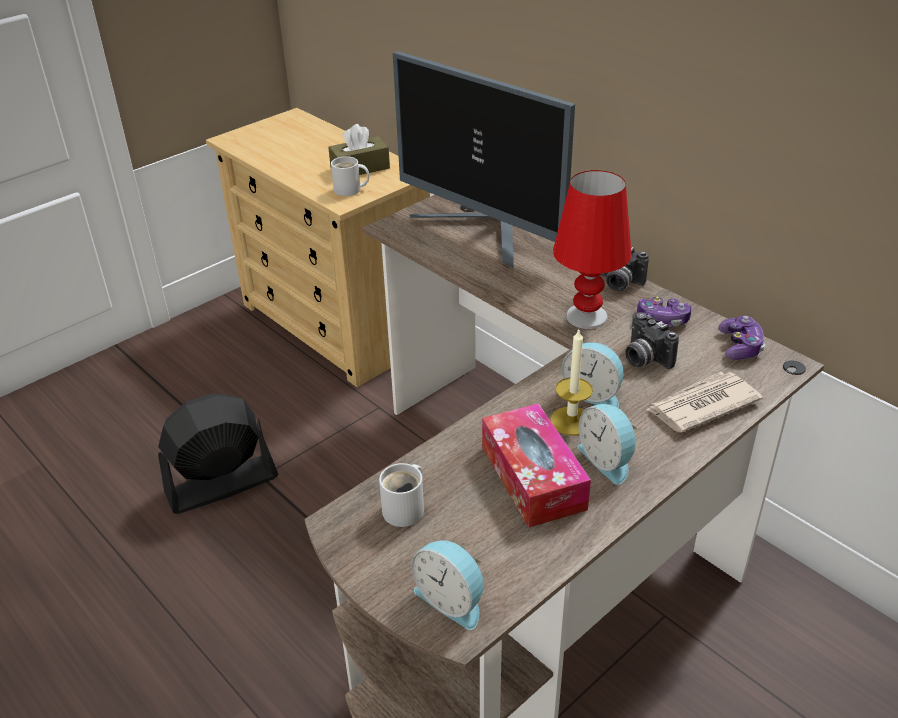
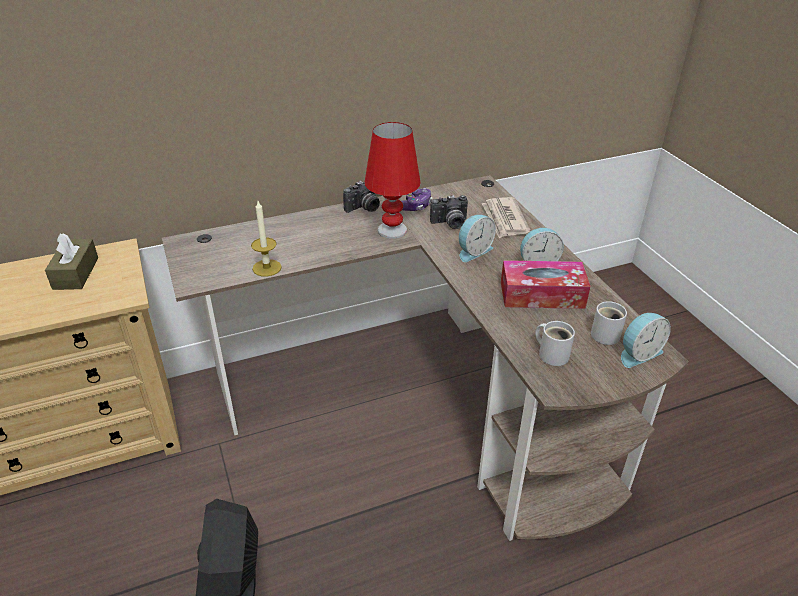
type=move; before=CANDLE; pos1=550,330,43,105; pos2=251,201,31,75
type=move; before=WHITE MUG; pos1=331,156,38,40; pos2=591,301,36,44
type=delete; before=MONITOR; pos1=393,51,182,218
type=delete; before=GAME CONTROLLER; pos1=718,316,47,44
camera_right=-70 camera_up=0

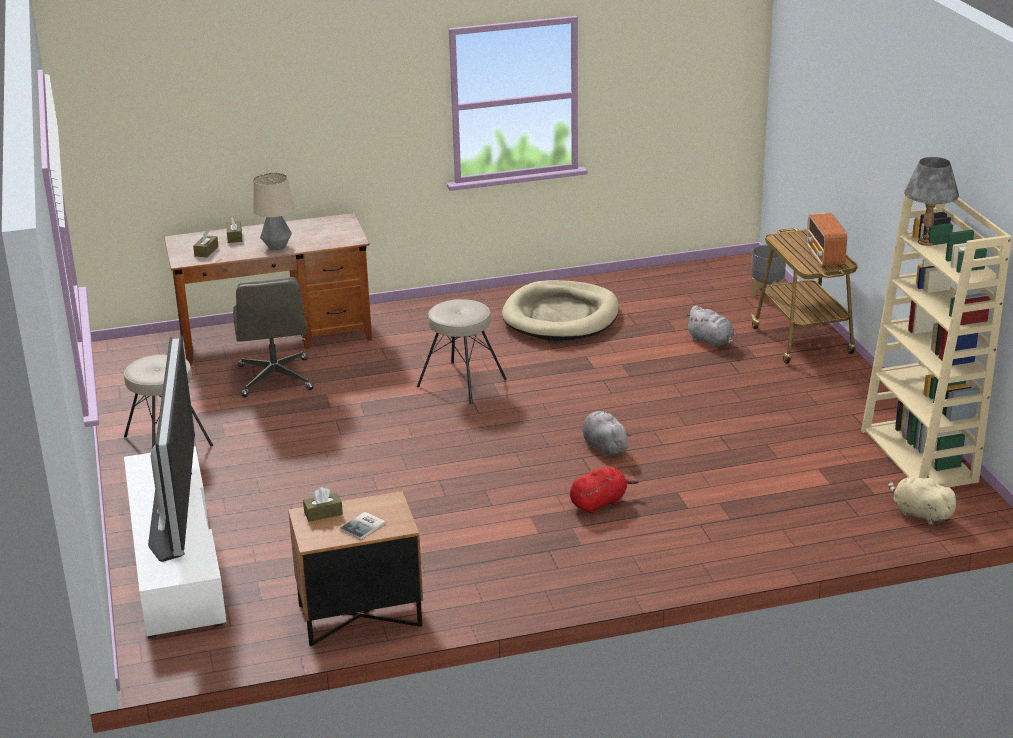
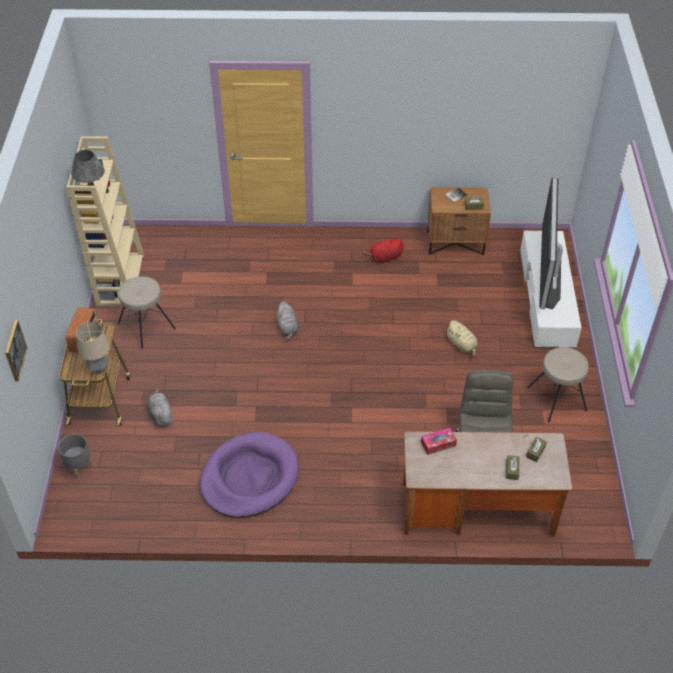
type=insert; after=PICTURE; pos2=5,320,23,61
type=move; before=TABLE LAMP; pos1=253,172,41,78; pos2=76,322,34,52
type=move; before=BEIGE STOOL; pos1=417,299,90,105; pos2=118,276,58,72
type=recolor; before=BEIGE DOG BED; after=PURPLE DOG BED; pos1=502,280,117,61; pos2=200,432,99,86
type=move; before=RED PLUSH TOY; pos1=570,466,69,48; pos2=362,239,42,25
type=insert; after=TISSUE BOX; pos2=421,428,36,27
type=move; before=BEIGE PLUSH TOY; pos1=888,476,71,49; pos2=446,320,32,37
camera_right=-165 camera_up=20

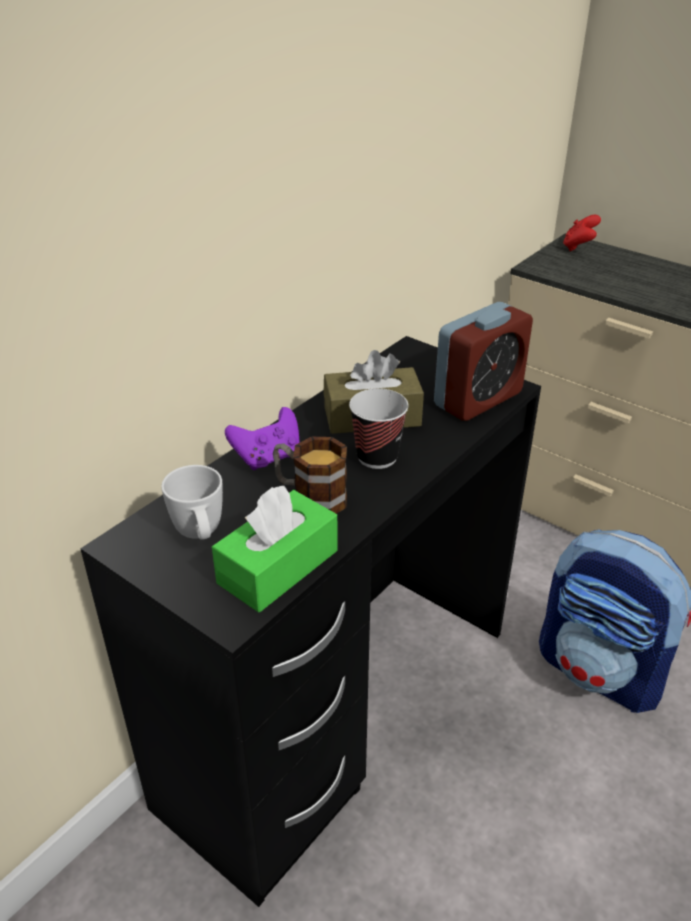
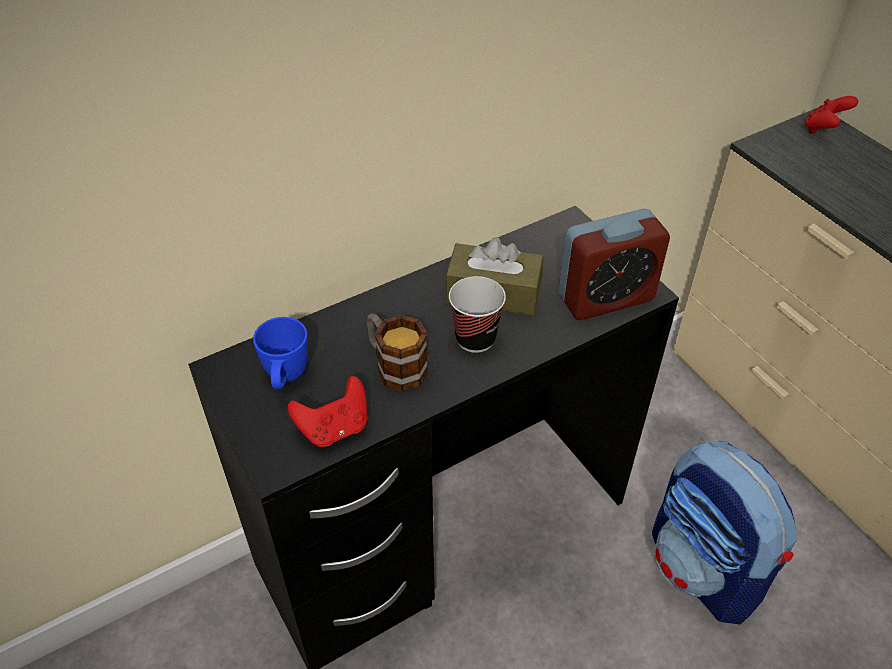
type=recolor; before=WHITE MUG; after=BLUE MUG; pos1=161,465,62,75; pos2=253,317,55,72
type=replace; before=GREEN TISSUE BOX; after=RED GAME CONTROLLER; pos1=212,486,126,126; pos2=287,376,80,71
type=delete; before=PURPLE GAME CONTROLLER; pos1=225,407,75,63
camera_right=20 camera_up=10

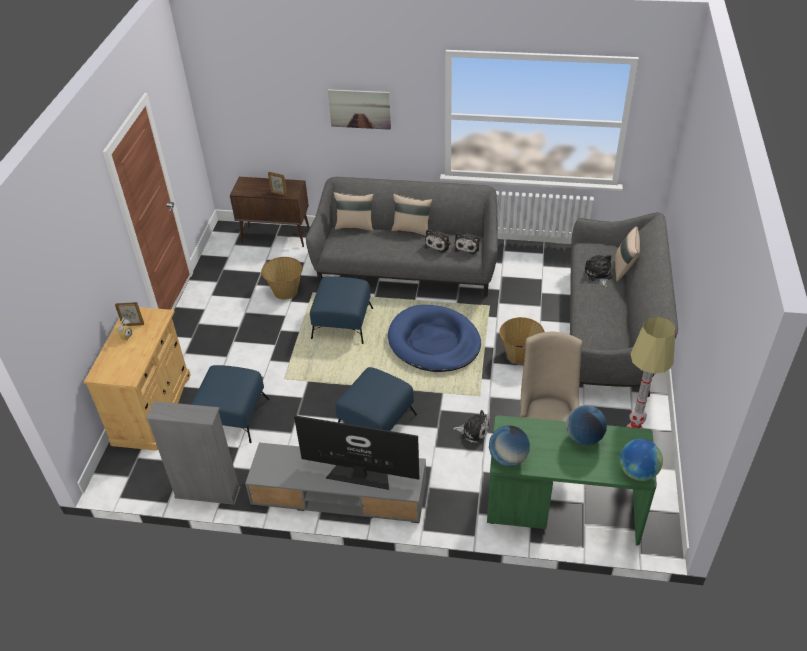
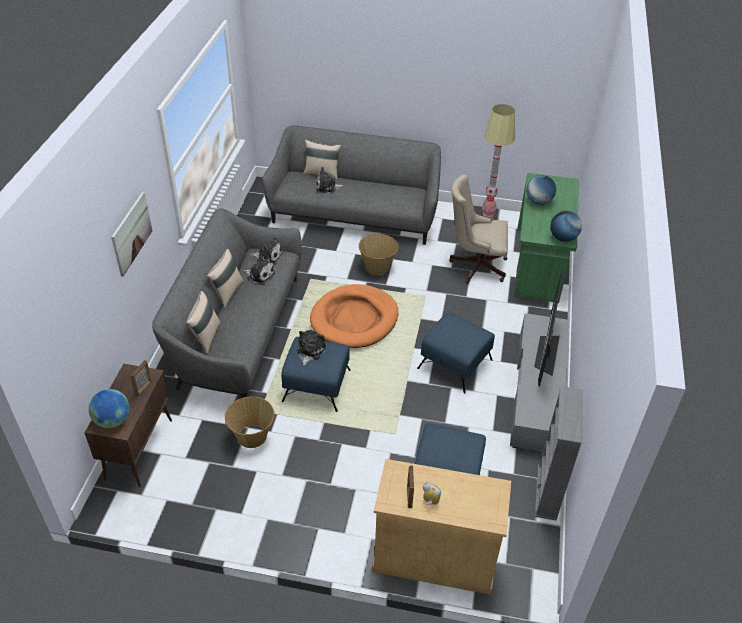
type=move; before=GLOBE; pos1=620,439,43,42; pos2=89,389,40,39
type=move; before=PLUSH TOY; pos1=453,410,37,33; pos2=296,330,30,35
type=recolor; before=BLUE DOG BED; after=ORANGE DOG BED; pos1=388,305,93,67; pos2=310,284,88,64
camera_right=-90 camera_up=0

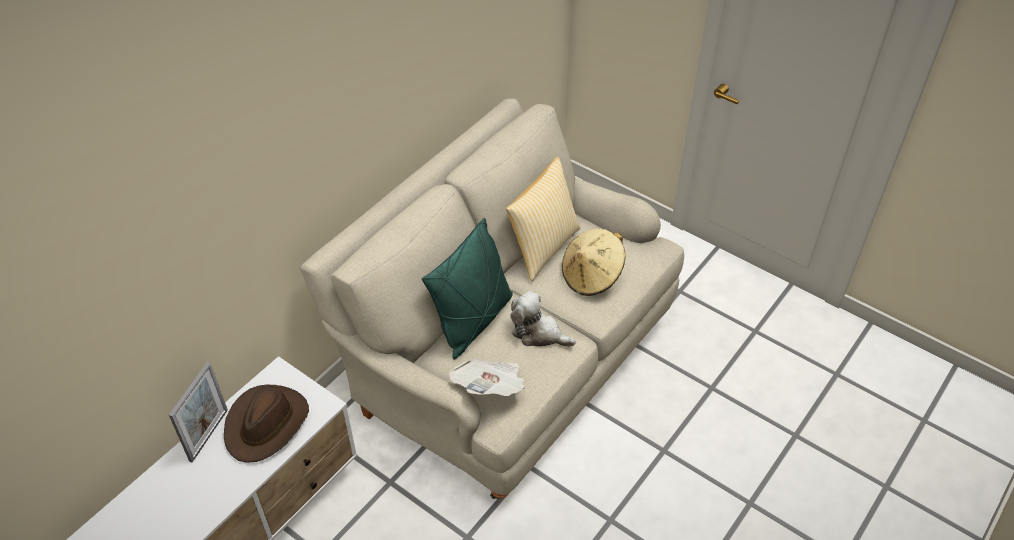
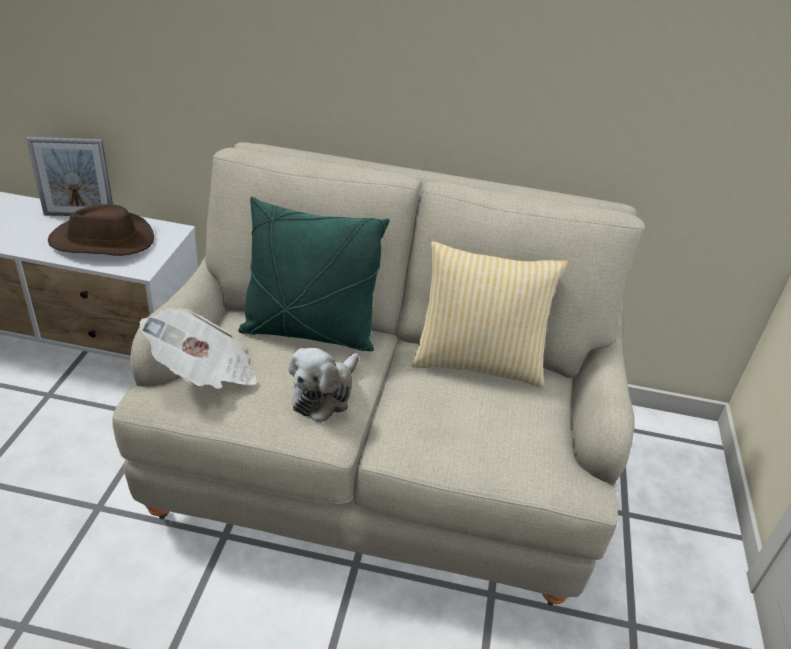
type=rotate; before=PLUSH TOY; pos1=510,291,66,56; pos2=289,348,70,75; turn=-150
type=delete; before=BEIGE HAT; pos1=562,229,64,67
camera_right=60 camera_up=-10

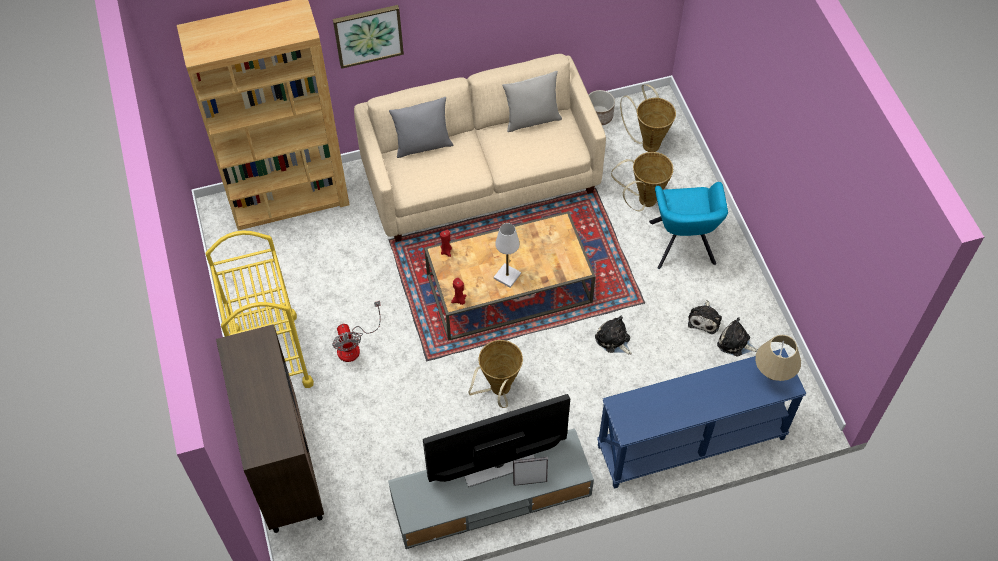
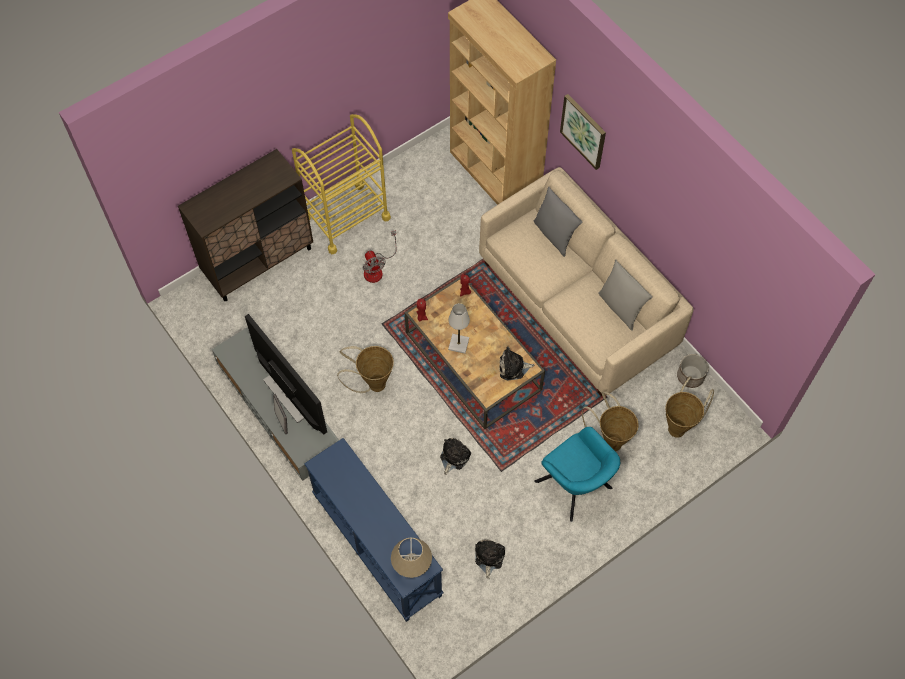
type=rotate; before=FAN; pos1=332,301,49,61; pos2=363,230,33,53; turn=-75
type=move; before=PLUSH TOY; pos1=688,300,34,34; pos2=499,347,35,33
type=rotate; before=TURQUOISE ARMCHAIR; pos1=649,182,79,87; pos2=534,427,86,95; turn=-105
camera_right=70 camera_up=5

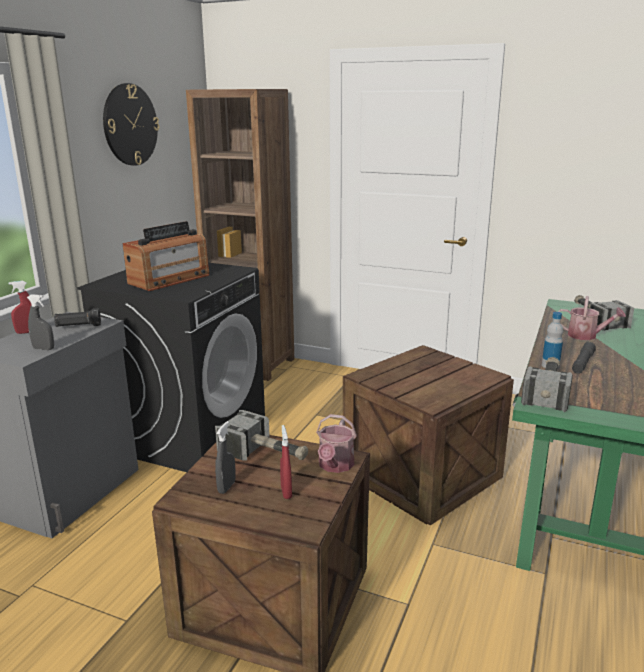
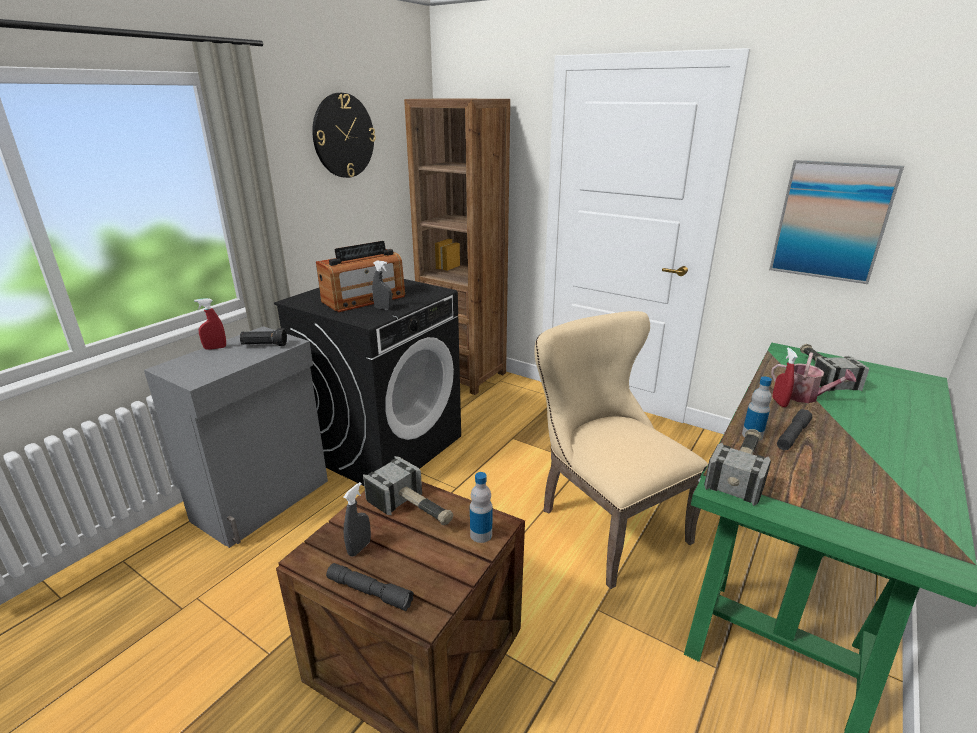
type=insert; after=GREY FLASHLIGHT; pos2=326,563,88,48
type=move; before=GREY SPRAY BOTTLE; pos1=27,294,27,56; pos2=372,261,20,49
type=replace; before=WATERING CAN; after=BOTTLE; pos1=316,414,41,59; pos2=470,472,22,71
type=replace; before=CRATE; after=BEIGE CHAIR; pos1=343,345,171,181; pos2=535,311,173,278
type=insert; after=PICTURE; pos2=769,160,135,124
type=move; before=RED SPRAY BOTTLE; pos1=280,425,12,74; pos2=773,347,25,60
camera_right=10 camera_up=5

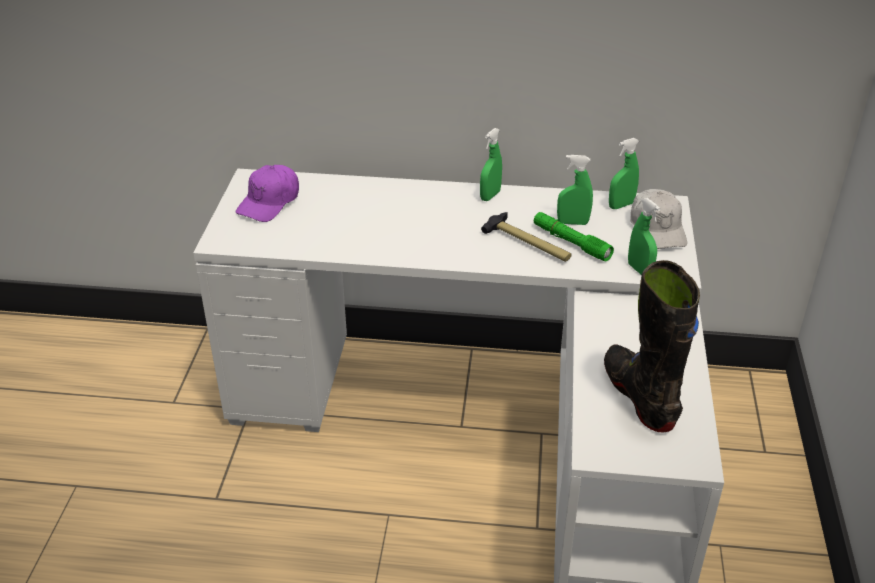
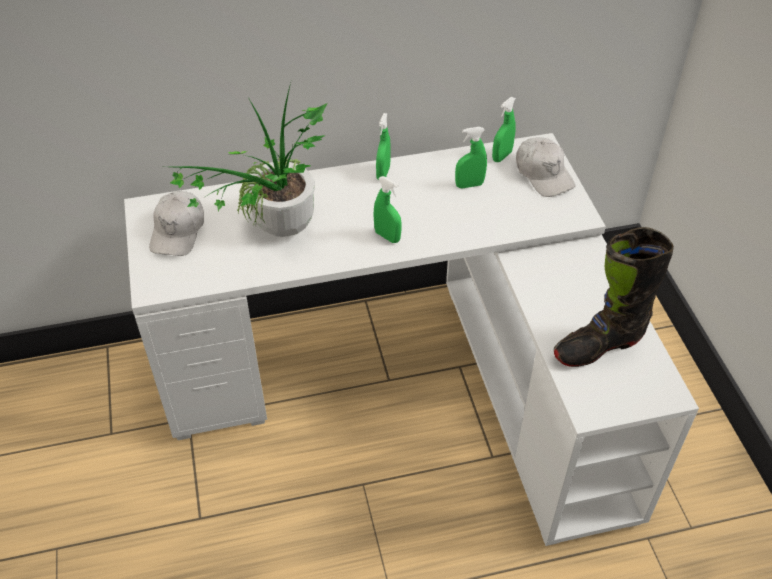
type=recolor; before=PURPLE CAP; after=WHITE CAP; pos1=236,165,63,57; pos2=149,191,55,65
type=insert; after=POTTED PLANT; pos2=170,79,158,158
type=move; before=GREEN SPRAY BOTTLE; pos1=628,198,33,77; pos2=374,176,28,67
type=rotate; before=BLACK BOOT; pos1=604,260,96,172; pos2=554,227,120,140; turn=-75
type=delete; before=HAMMER; pos1=481,212,91,50
type=delete; before=GREEN FLASHLIGHT; pos1=534,212,80,49
camera_right=-20 camera_up=10

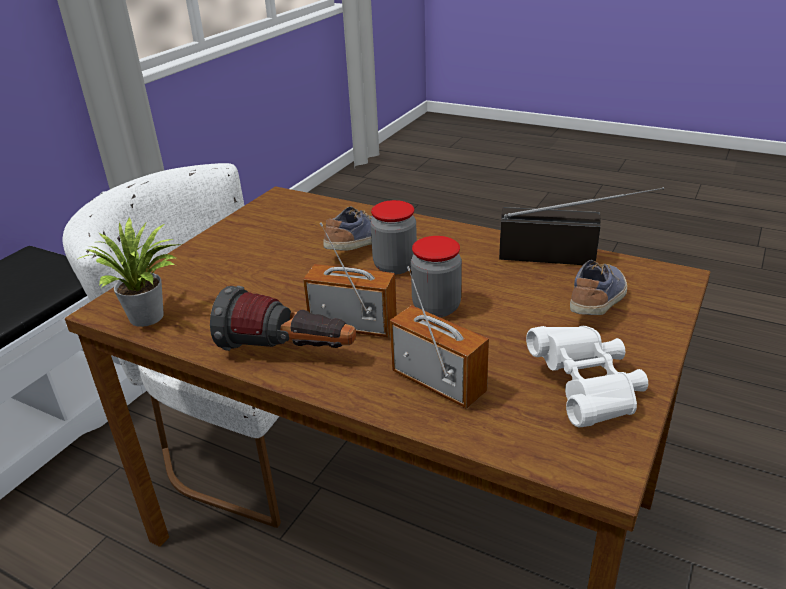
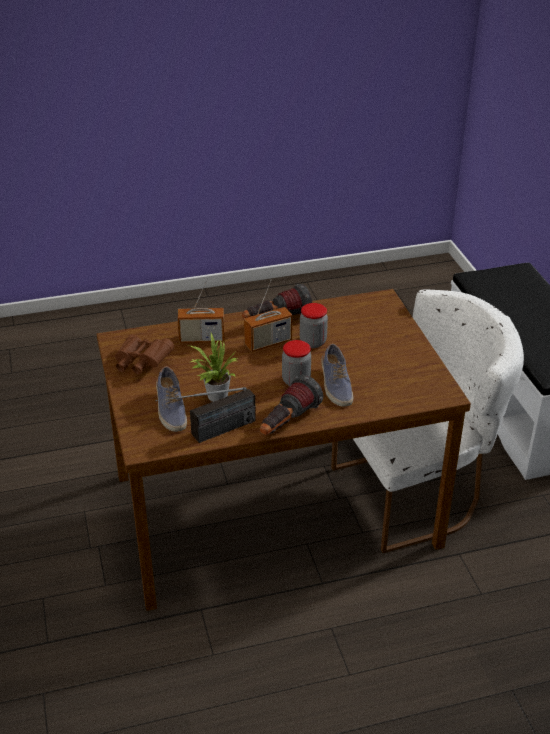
type=recolor; before=WHITE BINOCULARS; after=BROWN BINOCULARS; pos1=526,326,122,101; pos2=115,334,59,41
type=move; before=POTTED PLANT; pos1=78,218,103,109; pos2=188,333,50,69
type=insert; after=FLASHLIGHT; pos2=260,375,63,60
type=move; before=JAR; pos1=411,236,51,81; pos2=299,303,29,45
camera_right=135 camera_up=5

